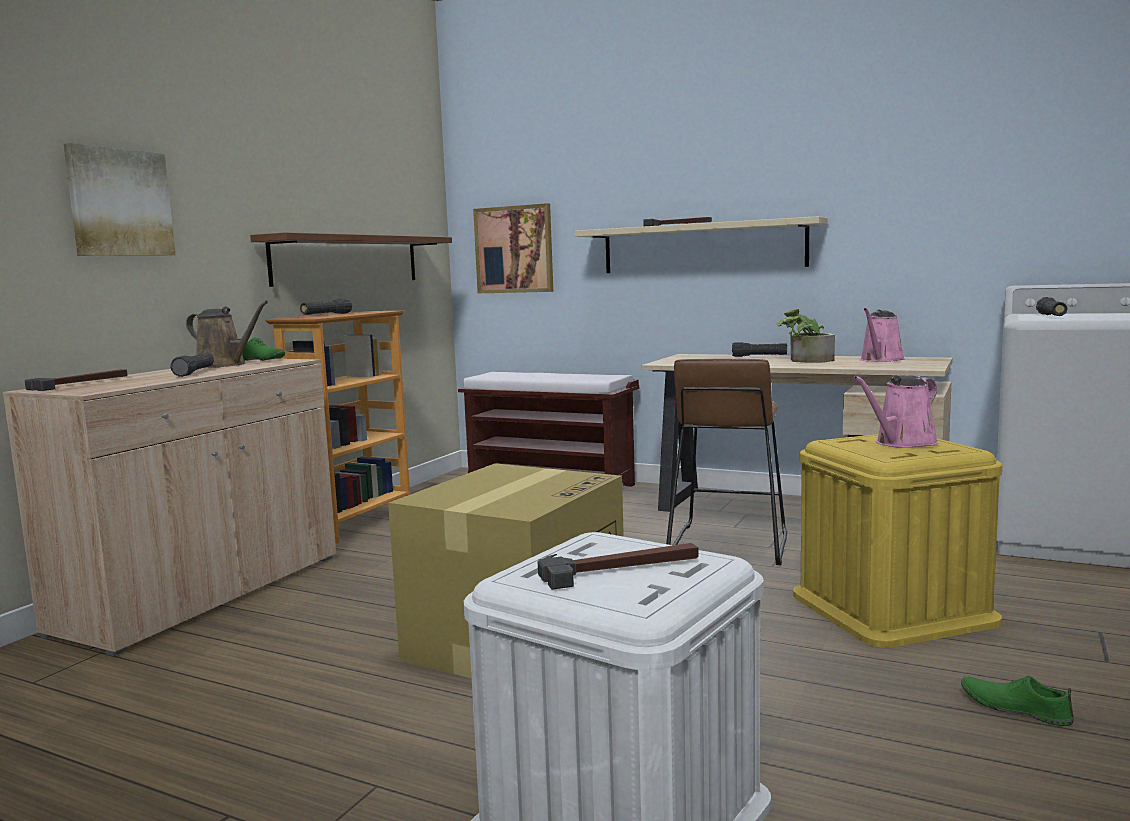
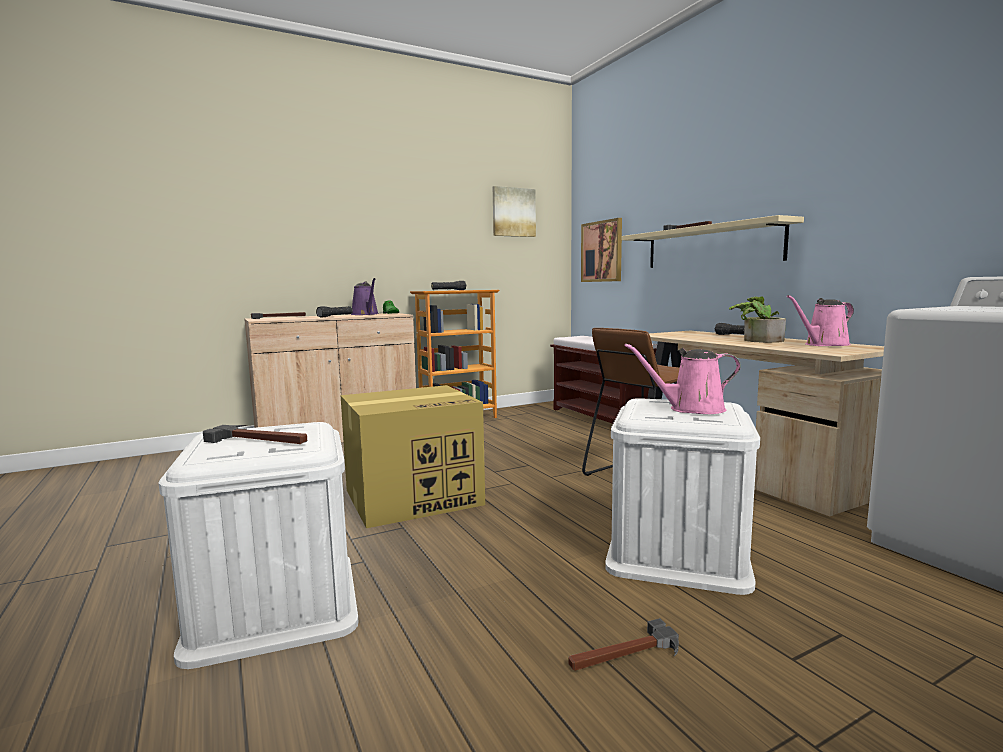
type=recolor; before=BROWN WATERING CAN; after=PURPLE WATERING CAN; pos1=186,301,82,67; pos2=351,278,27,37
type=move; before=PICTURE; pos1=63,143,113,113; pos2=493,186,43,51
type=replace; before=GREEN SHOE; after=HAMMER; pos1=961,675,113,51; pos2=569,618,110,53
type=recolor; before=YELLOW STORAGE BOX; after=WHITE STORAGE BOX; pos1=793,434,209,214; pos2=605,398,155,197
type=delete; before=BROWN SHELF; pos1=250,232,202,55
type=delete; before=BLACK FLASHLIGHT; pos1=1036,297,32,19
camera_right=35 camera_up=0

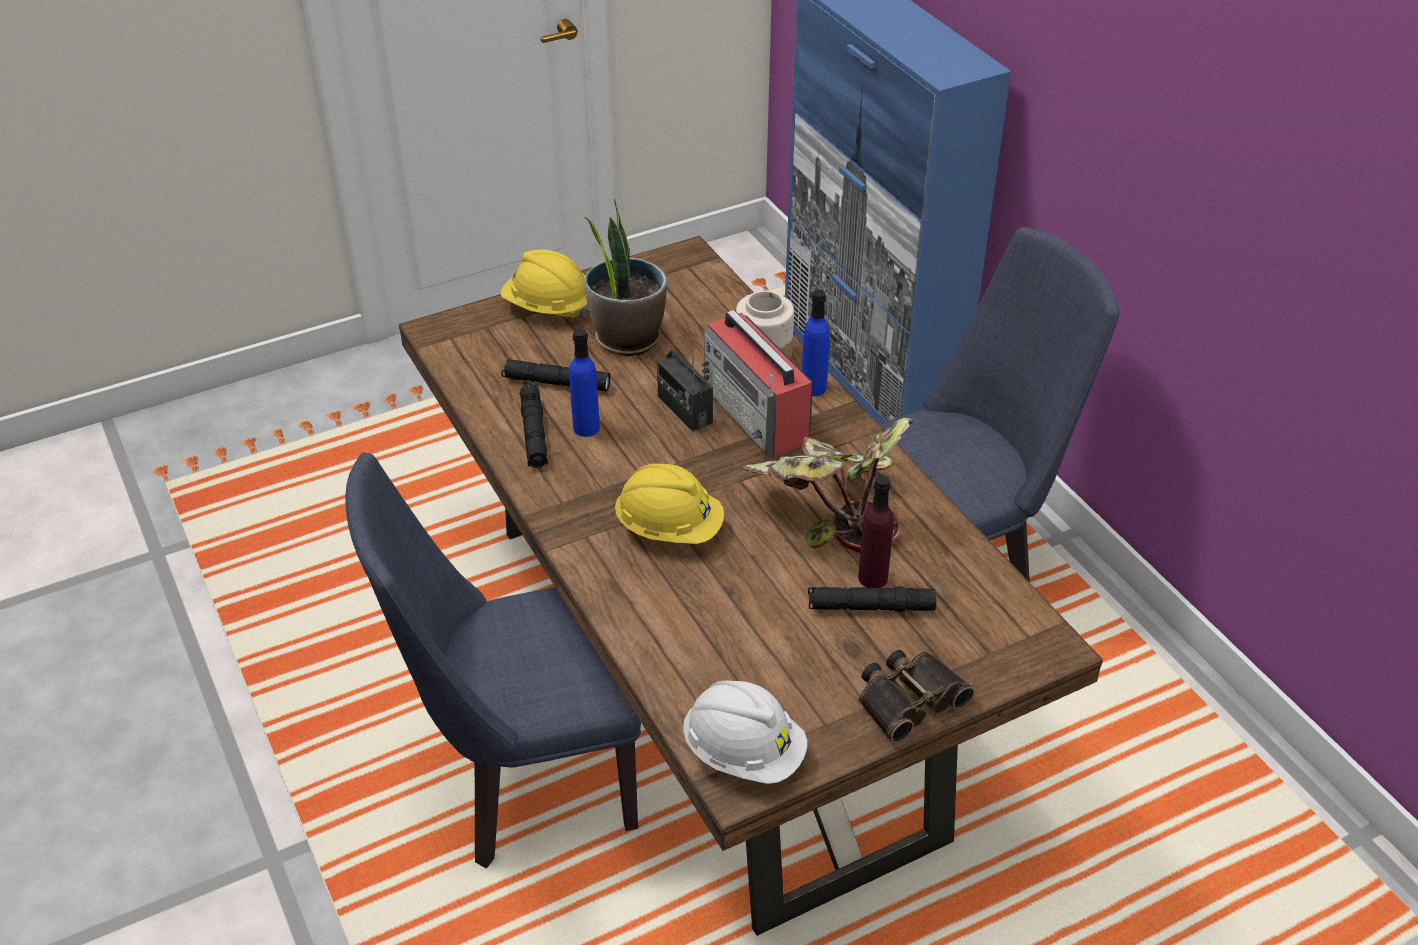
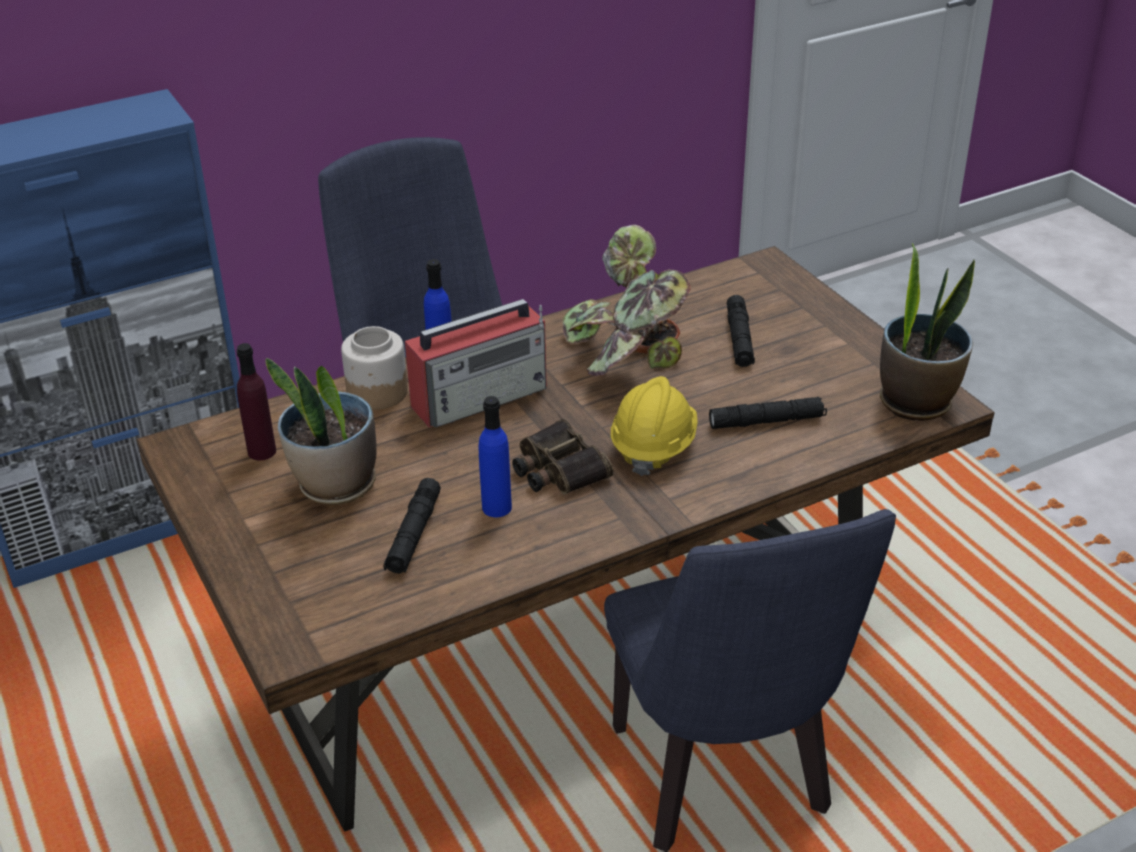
type=move; before=PURPLE BOTTLE; pos1=858,475,36,113; pos2=236,343,40,117
type=move; before=BINOCULARS; pos1=858,650,117,94; pos2=512,419,101,75
type=move; before=BLACK FLASHLIGHT; pos1=520,384,28,84; pos2=709,397,118,32
type=replace; before=WHITE HARD HAT; after=POTTED PLANT; pos1=683,681,124,103; pos2=880,243,95,178
type=delete; before=YELLOW HARD HAT; pos1=501,250,88,68
type=delete; before=RADIO; pos1=657,349,56,83
camera_right=-90 camera_up=-5

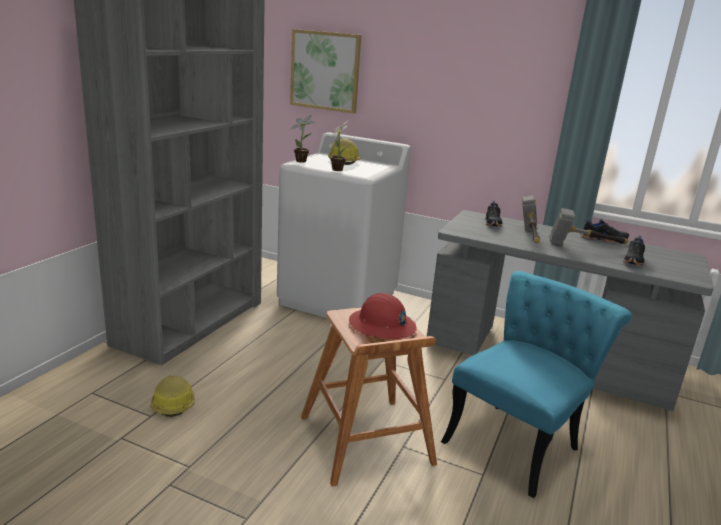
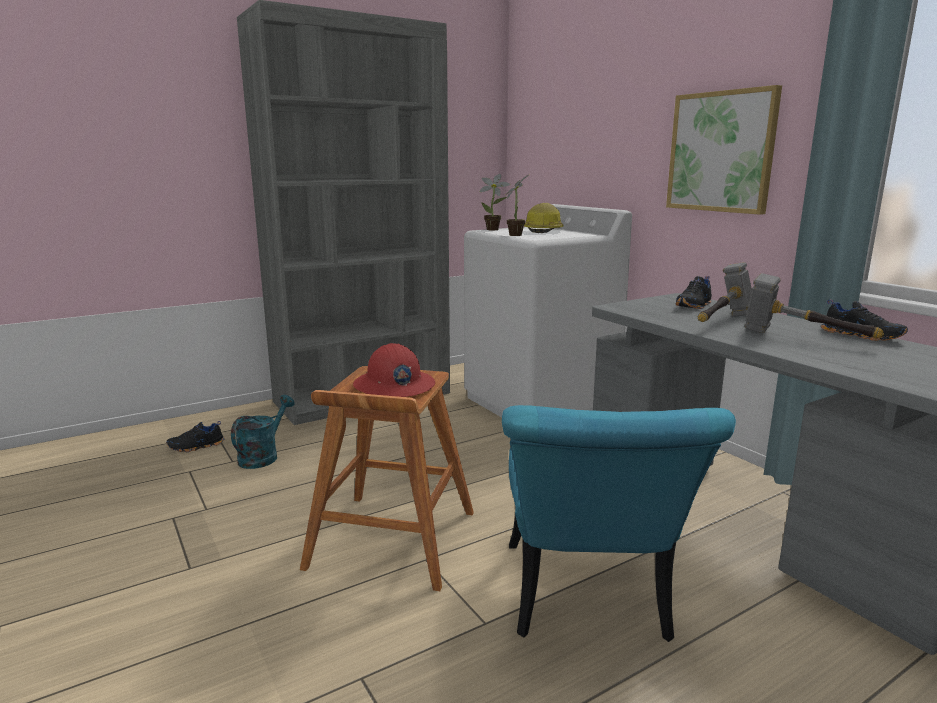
type=move; before=BLACK SHOE; pos1=623,235,22,31; pos2=166,421,58,31
type=replace; before=HARD HAT; after=TURQUOISE WATERING CAN; pos1=150,375,45,42; pos2=231,395,64,74
type=rotate; before=TURQUOISE CHAIR; pos1=441,271,191,227; pos2=502,405,234,237; turn=105
type=move; before=PICTURE; pos1=290,29,71,85; pos2=666,85,116,130
camera_right=35 camera_up=-5

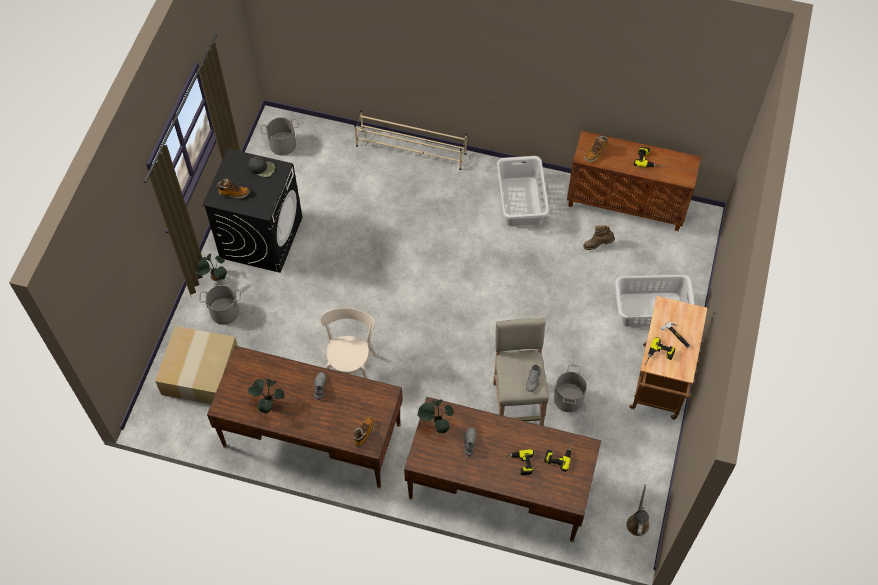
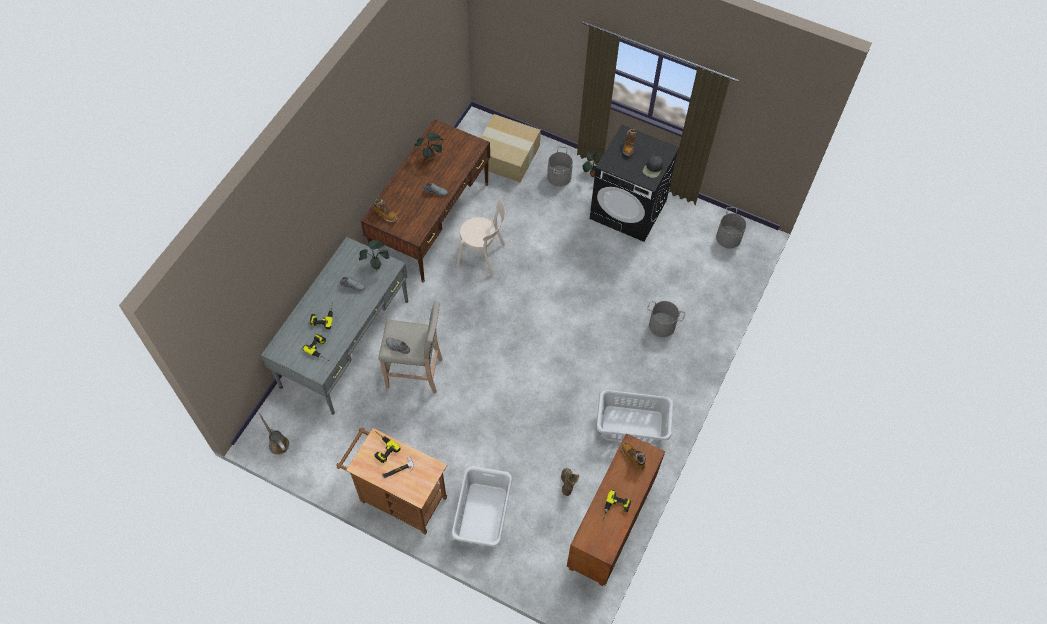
type=rotate; before=BROWN WATERING CAN; pos1=626,484,23,52; pos2=259,413,30,42; turn=-150
type=recolor; before=BROWN DESK; after=GREY DESK; pos1=404,397,197,145; pos2=261,237,147,178
type=move; before=GREY BUCKET; pos1=554,364,33,48; pos2=647,301,39,36
type=delete; before=BEIGE SHOE RACK; pos1=354,110,113,60
camera_right=100 camera_up=0

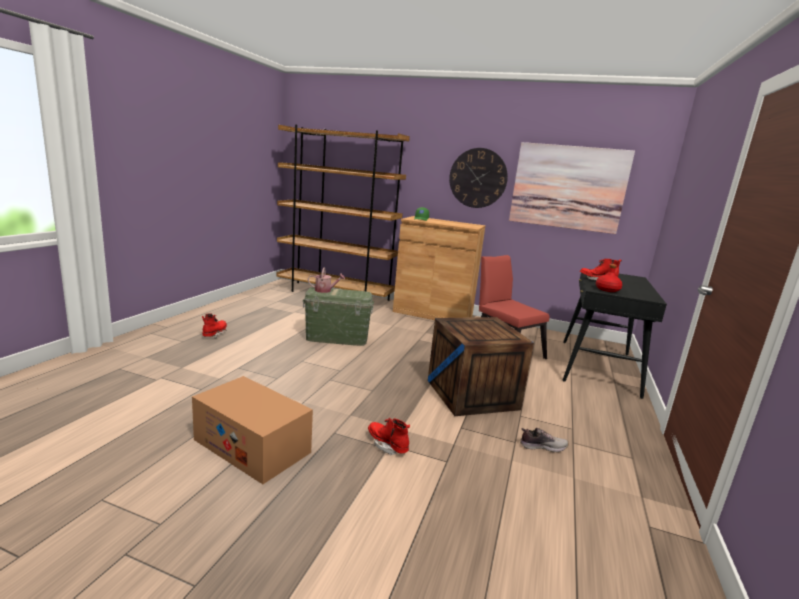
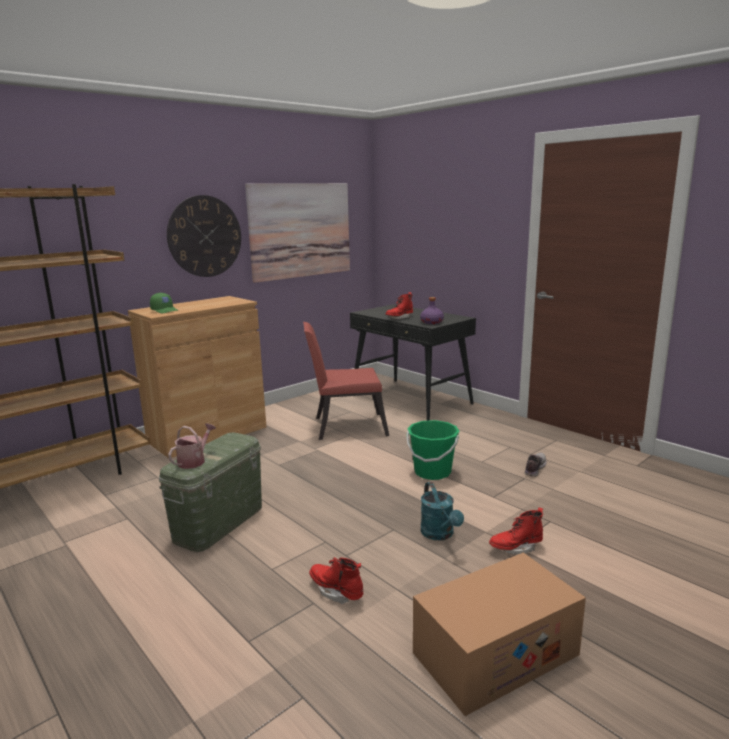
type=move; before=RED BOOT; pos1=202,313,25,26; pos2=309,557,54,47
type=replace; before=CRATE; after=GREEN BUCKET; pos1=428,317,106,99; pos2=406,420,53,60
type=recolor; before=RED BOTTLE; after=PURPLE BOTTLE; pos1=596,264,26,28; pos2=420,297,24,27
type=insert; after=TURQUOISE WATERING CAN; pos2=421,482,43,58
camera_right=-60 camera_up=0

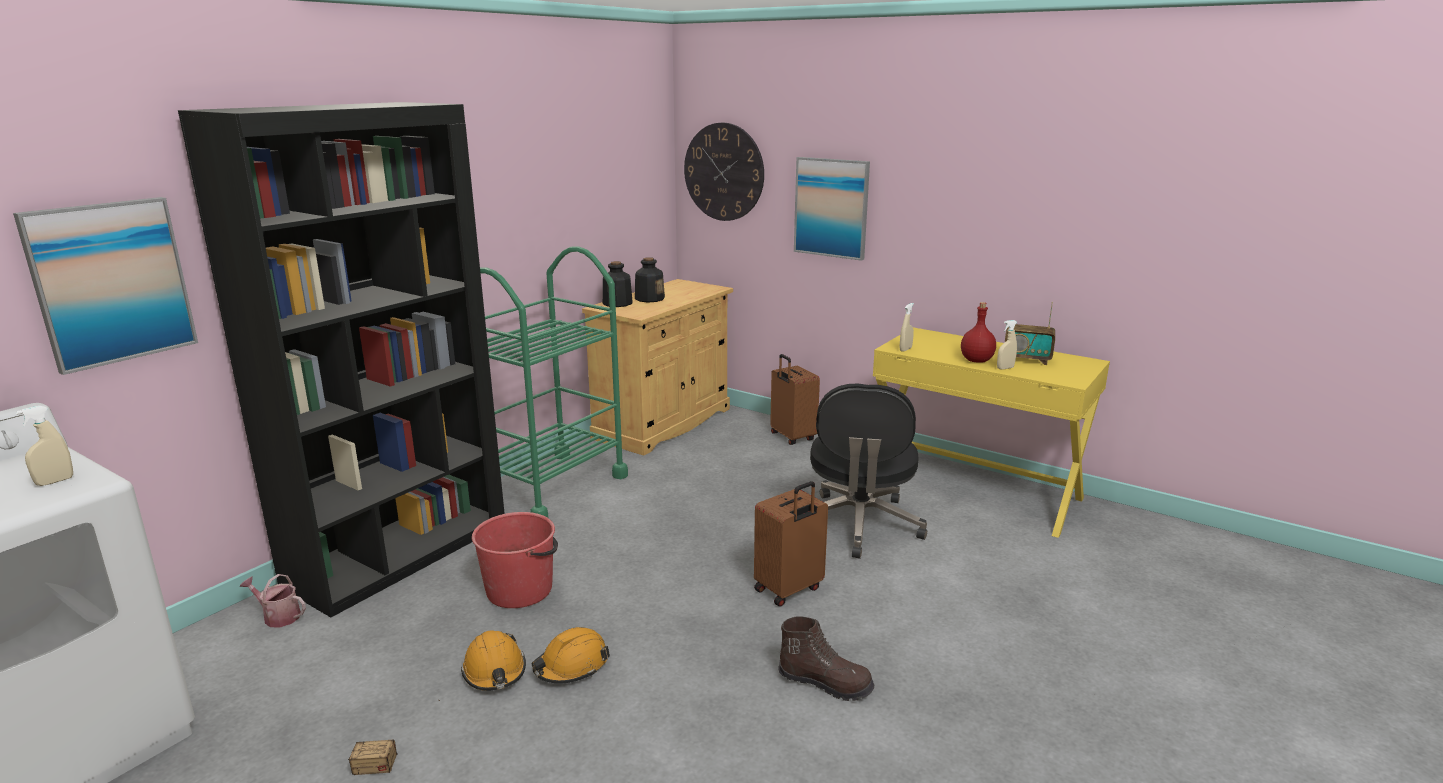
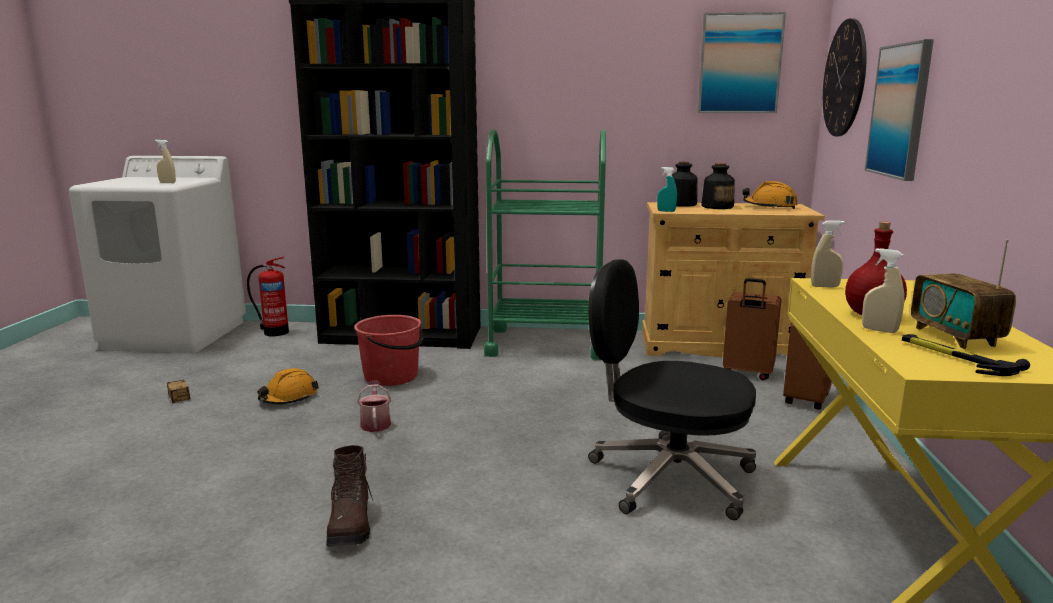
type=insert; after=FIRE EXTINGUISHER; pos2=247,257,42,79
type=move; before=WATERING CAN; pos1=240,574,66,53; pos2=357,381,34,51
type=rotate; before=BLACK OFFICE CHAIR; pos1=810,383,117,176; pos2=588,259,168,261; turn=45
type=insert; after=TURQUOISE SPRAY BOTTLE; pos2=657,167,20,45
type=move; before=PICTURE; pos1=13,197,185,178; pos2=697,12,89,101
type=move; before=BROWN SUITCASE; pos1=754,481,74,126; pos2=723,278,58,102
type=move; before=ORANGE HARD HAT; pos1=532,627,78,56; pos2=742,181,56,28
type=insert; after=HAMMER; pos2=902,334,128,42
camera_right=60 camera_up=-5

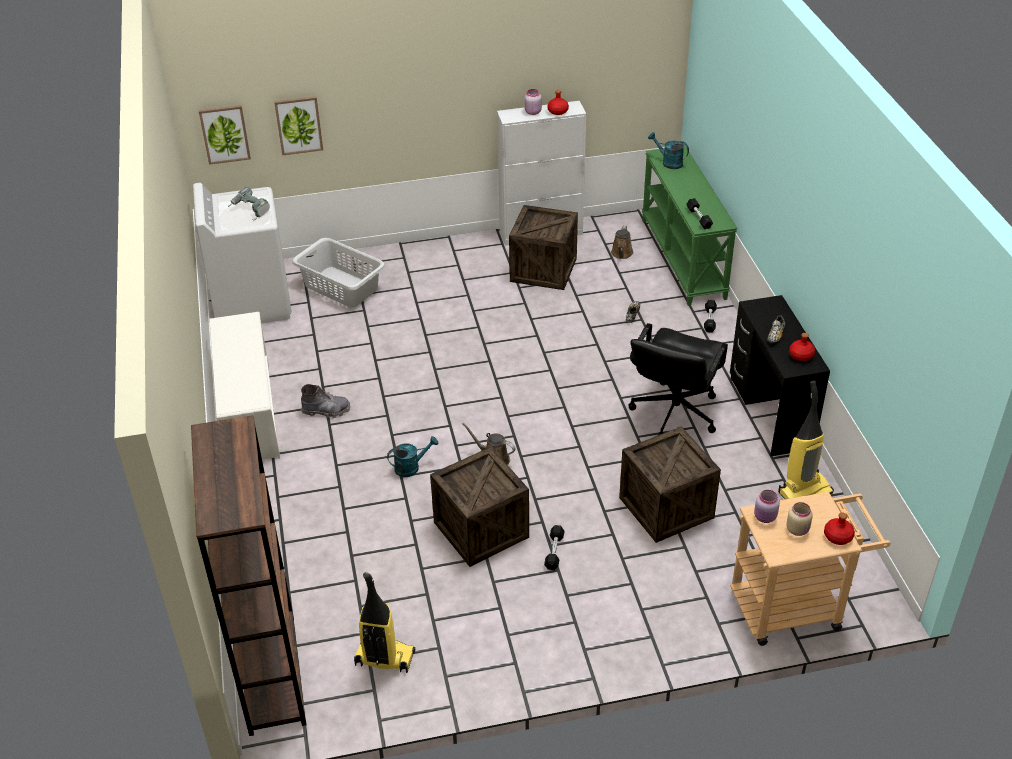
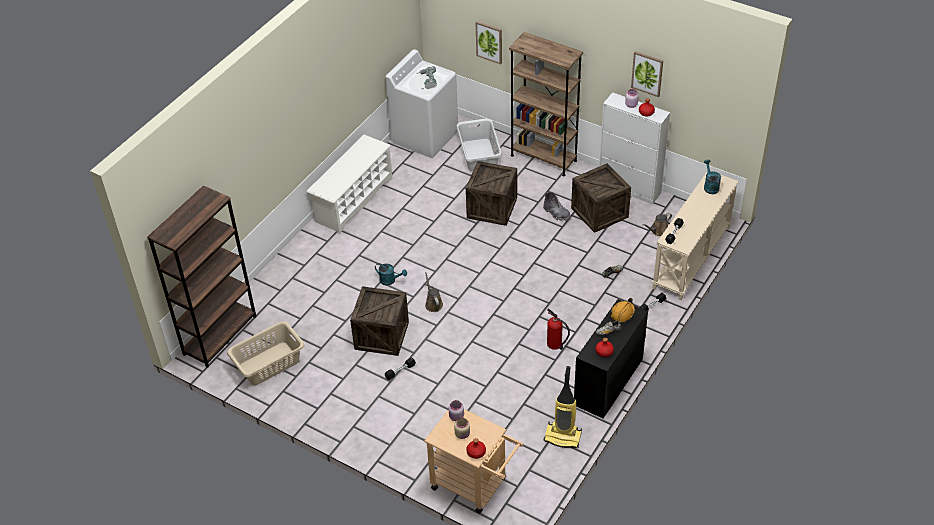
type=replace; before=VACUUM CLEANER; after=BEIGE LAUNDRY BASKET; pos1=354,572,61,101; pos2=227,321,78,64
type=move; before=CRATE; pos1=619,427,102,116; pos2=466,161,51,65
type=insert; after=BROWN BOOKCASE; pos2=509,32,74,144
type=move; before=GREY BOOT; pos1=301,384,50,34; pos2=543,192,28,29
type=replace; before=BLACK OFFICE CHAIR; after=FIRE EXTINGUISHER; pos1=629,323,99,112; pos2=547,309,23,41
type=insert; after=ORANGE HARD HAT; pos2=610,298,25,24
type=move; before=PICTURE; pos1=199,105,52,60; pos2=631,51,32,46
type=recolor; before=GREEN CONSOLE TABLE; after=BEIGE CONSOLE TABLE; pos1=642,146,96,160; pos2=652,171,86,129
camera_right=45 camera_up=5

